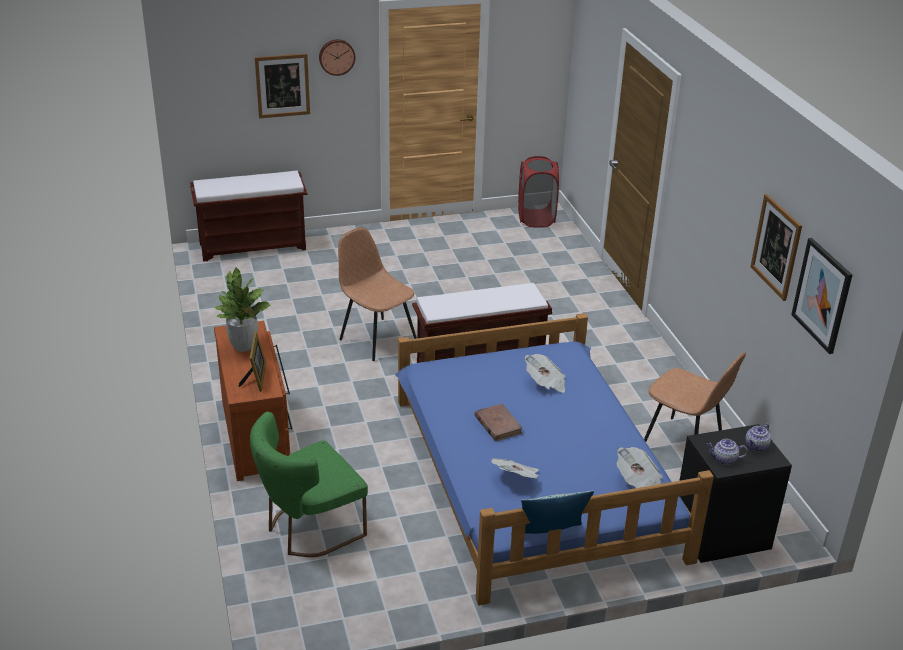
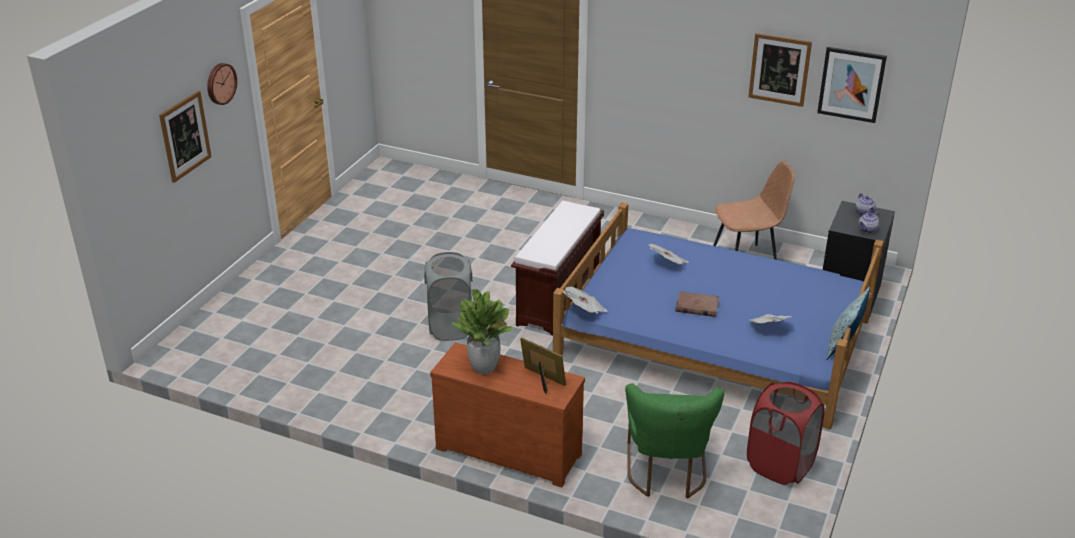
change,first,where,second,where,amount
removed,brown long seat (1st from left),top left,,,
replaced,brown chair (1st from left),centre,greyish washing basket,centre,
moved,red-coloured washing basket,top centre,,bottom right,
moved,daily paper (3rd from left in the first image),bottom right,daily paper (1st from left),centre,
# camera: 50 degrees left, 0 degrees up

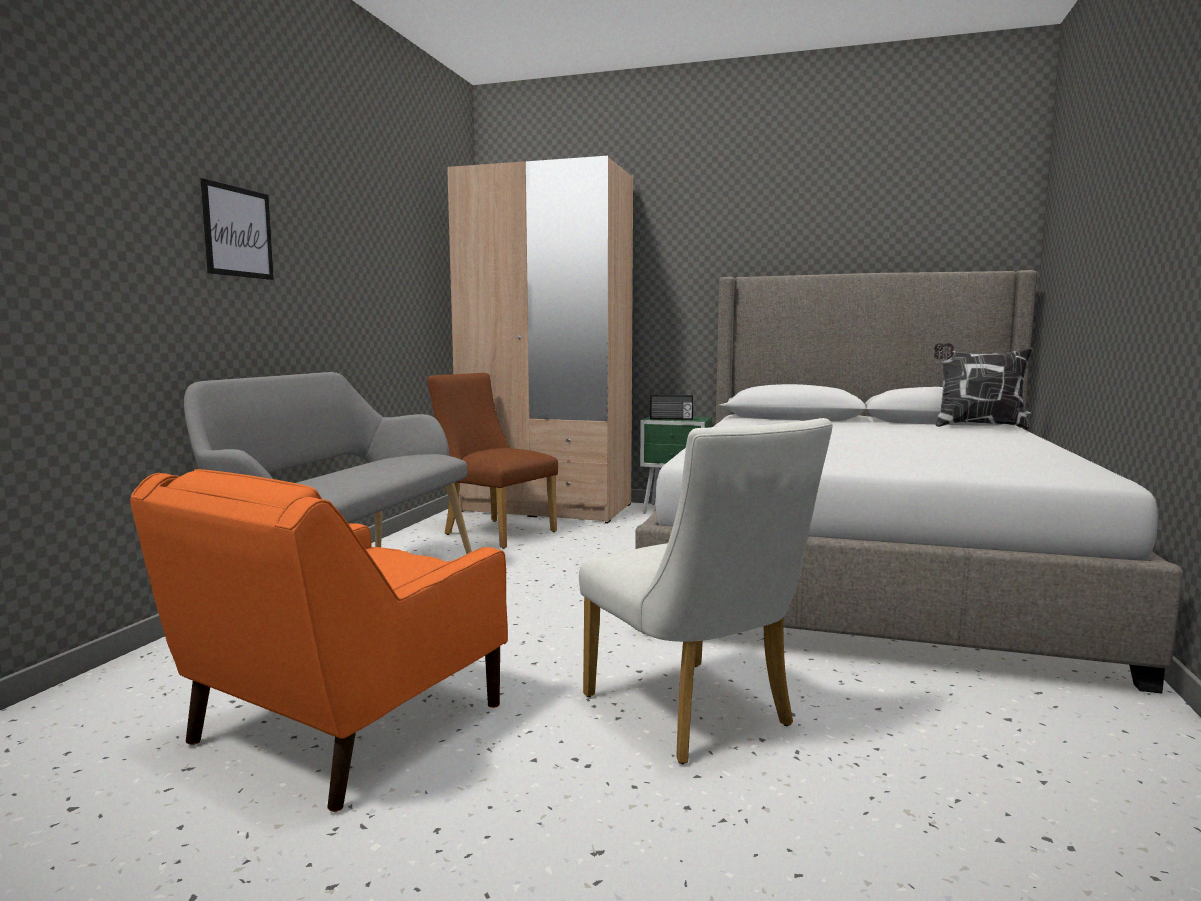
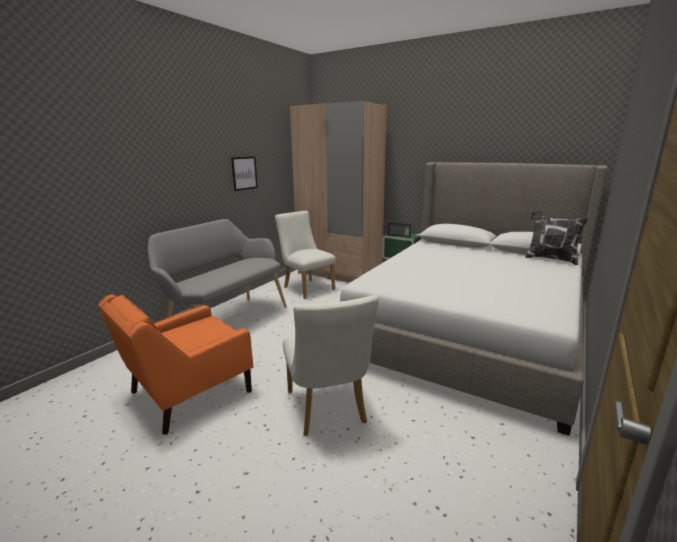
change,first,where,second,where,amount
moved,wall picture,top left,,top centre,
recoloured,brown chair,centre,white-coloured chair (1st from left),centre,
# camera: 15 degrees right, 10 degrees up

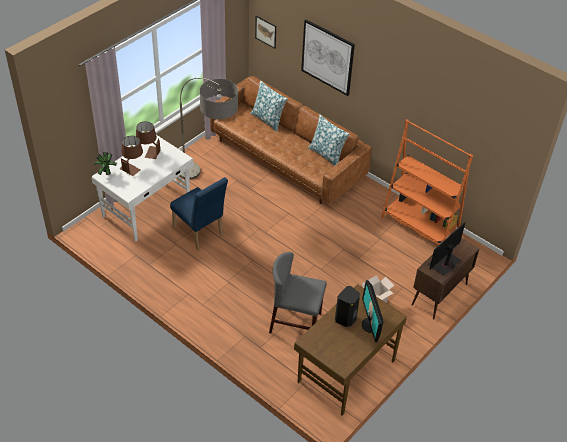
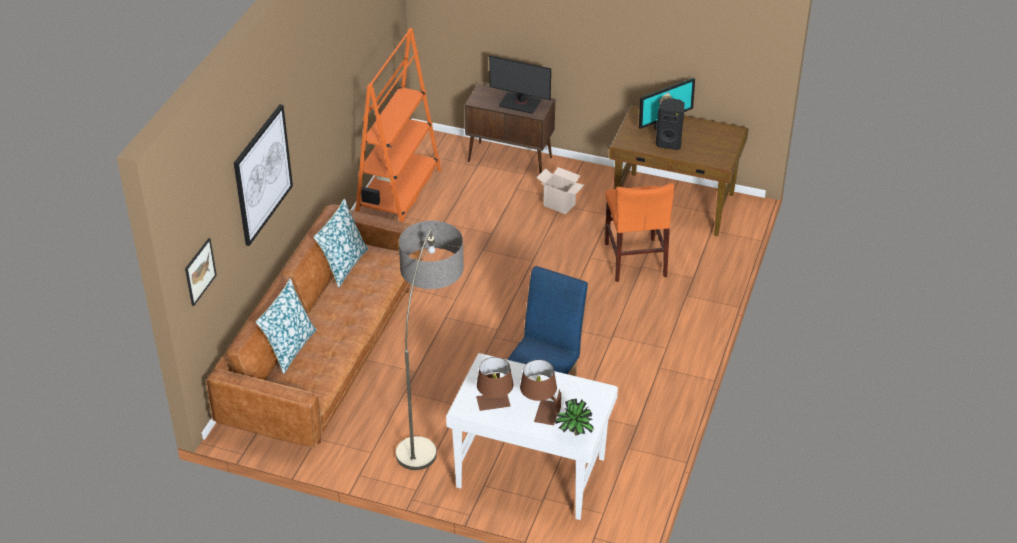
change,first,where,second,where,amount
recoloured,greyish chair,centre,orange chair,centre,
# camera: 110 degrees left, 5 degrees down

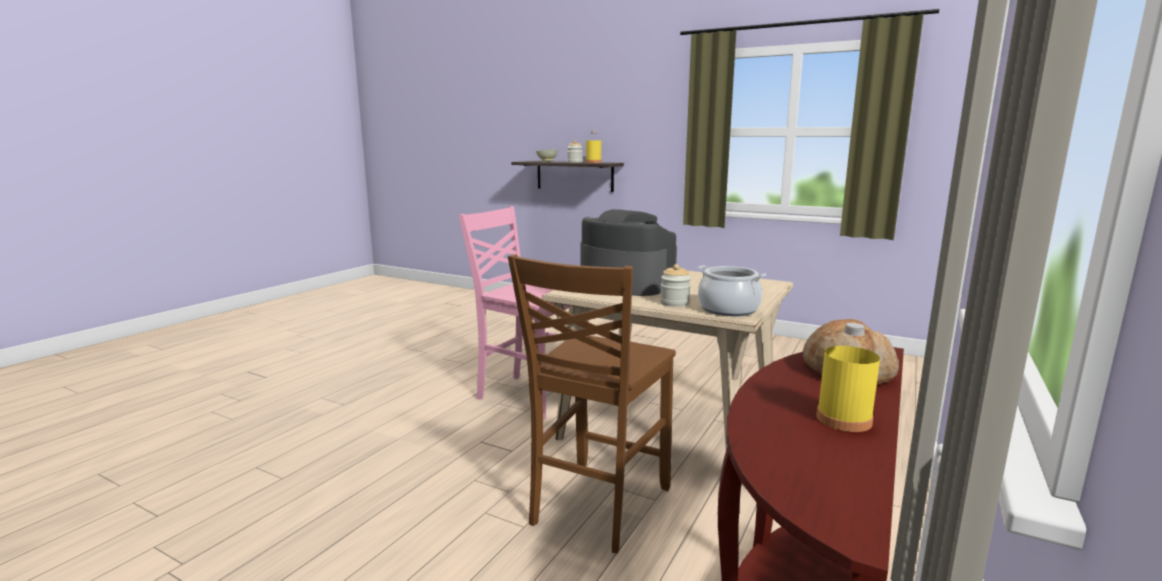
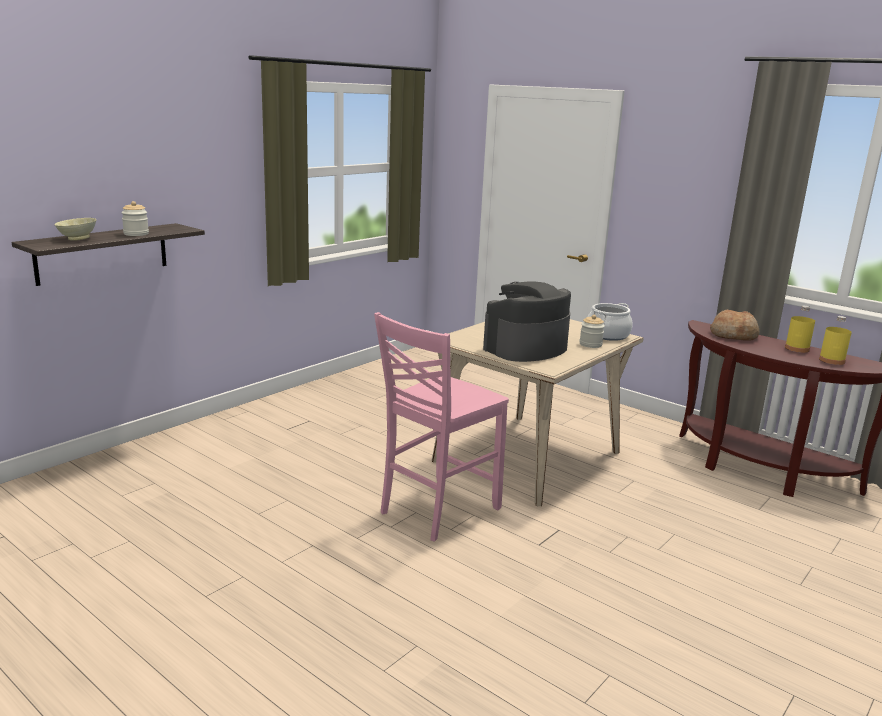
change,first,where,second,where,amount
removed,brown chair,bottom centre,,,
moved,yellow beverage bottle (1st from left in the first image),top centre,yellow beverage bottle (2nd from left),middle right,
# camera: 80 degrees left, 5 degrees up

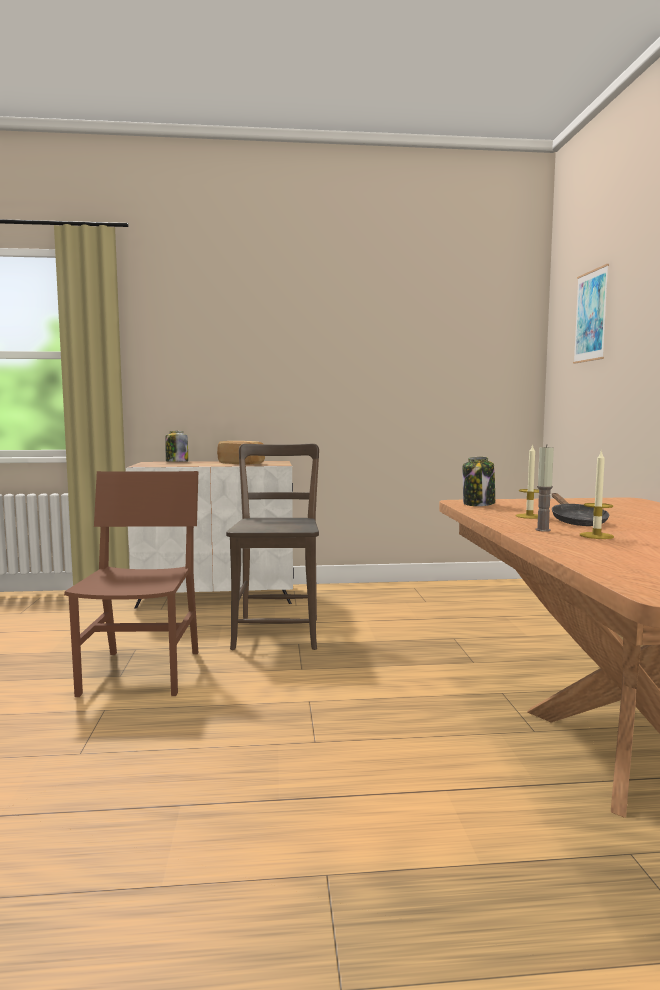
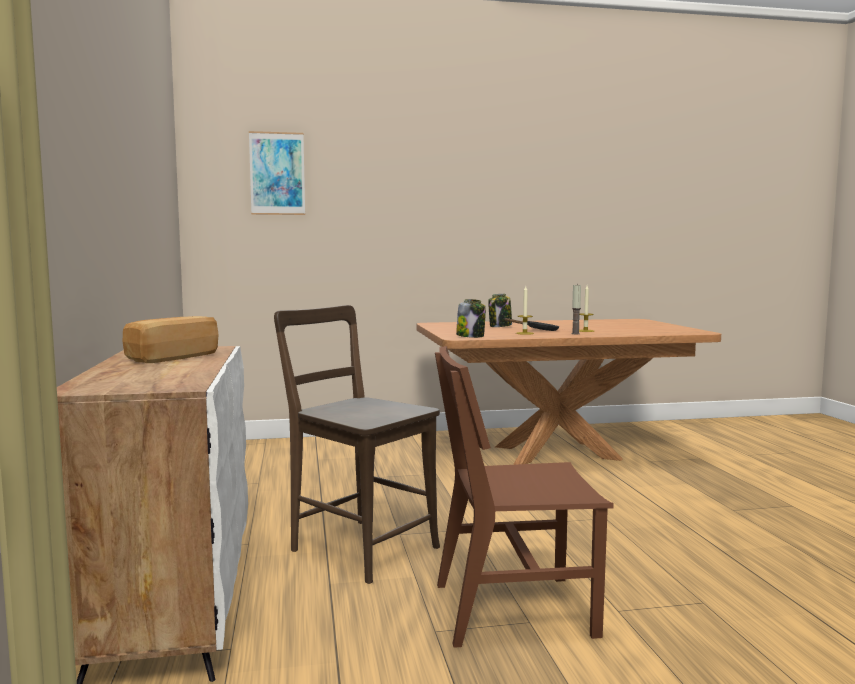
change,first,where,second,where,amount
moved,preserve jar (1st from left in the first image),middle left,preserve jar (2nd from left),centre,
turned,brown chair (2nd from left in the first image),centre,brown chair (1st from left),centre,45 degrees clockwise
# camera: 95 degrees left, 0 degrees up

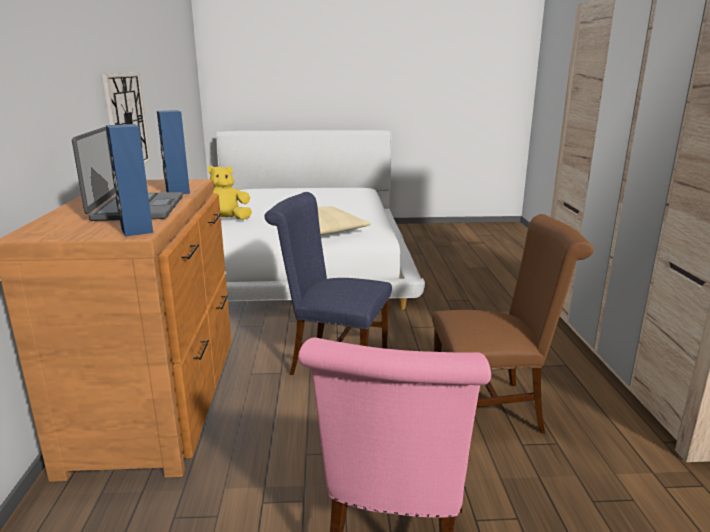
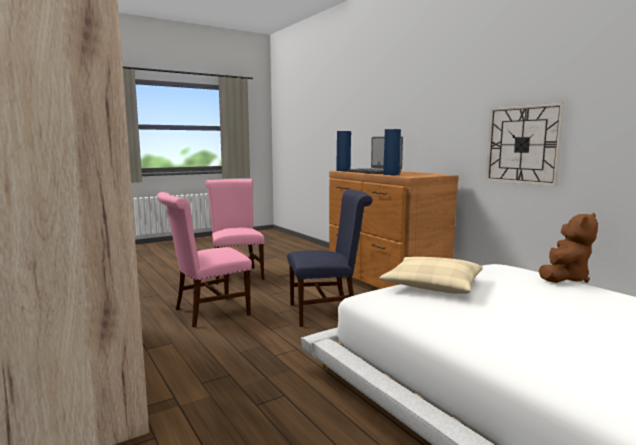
change,first,where,second,where,amount
recoloured,yellow cuddly toy,middle left,brown cuddly toy,middle right,
recoloured,brown chair,middle right,pink chair (1st from left),middle left,
# camera: 150 degrees right, 10 degrees down

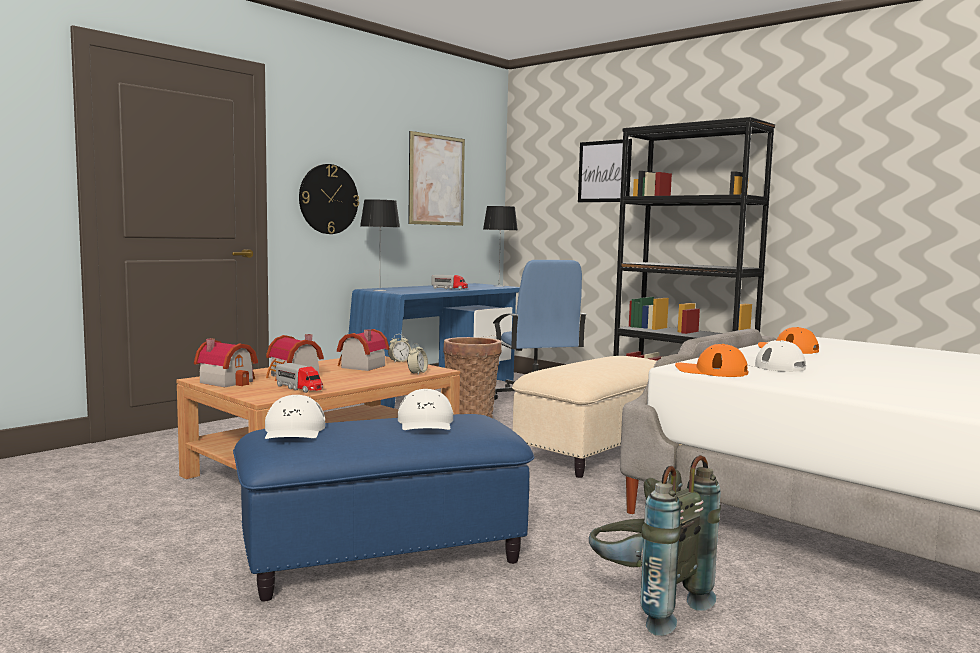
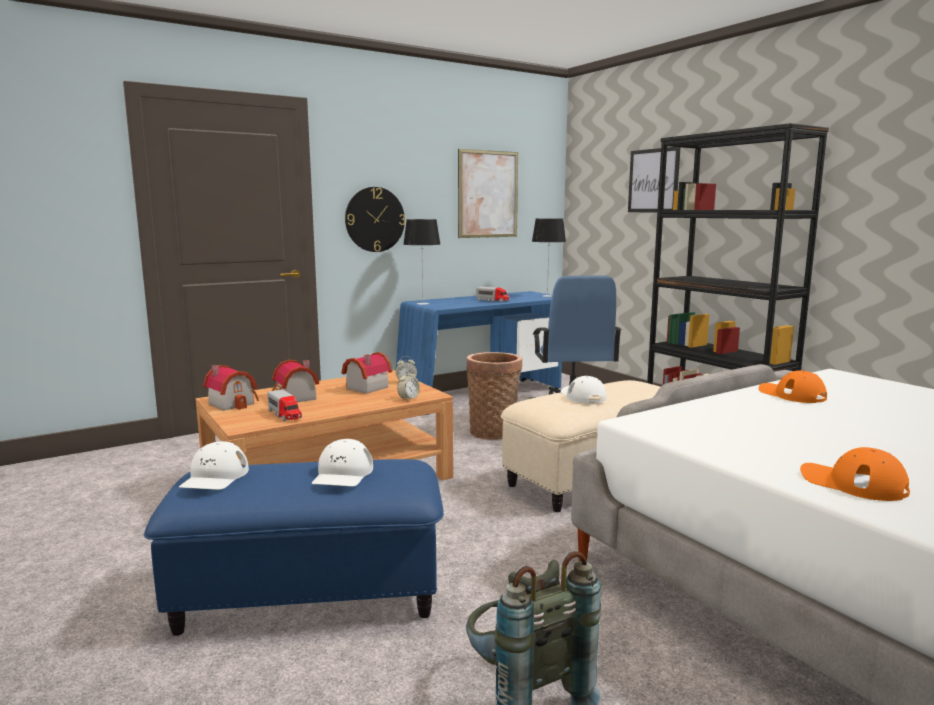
change,first,where,second,where,amount
moved,orange cap (1st from left in the first image),middle right,orange cap (2nd from left),bottom right,
moved,white-coloured cap (3rd from left),middle right,,centre,
# camera: 15 degrees right, 5 degrees up

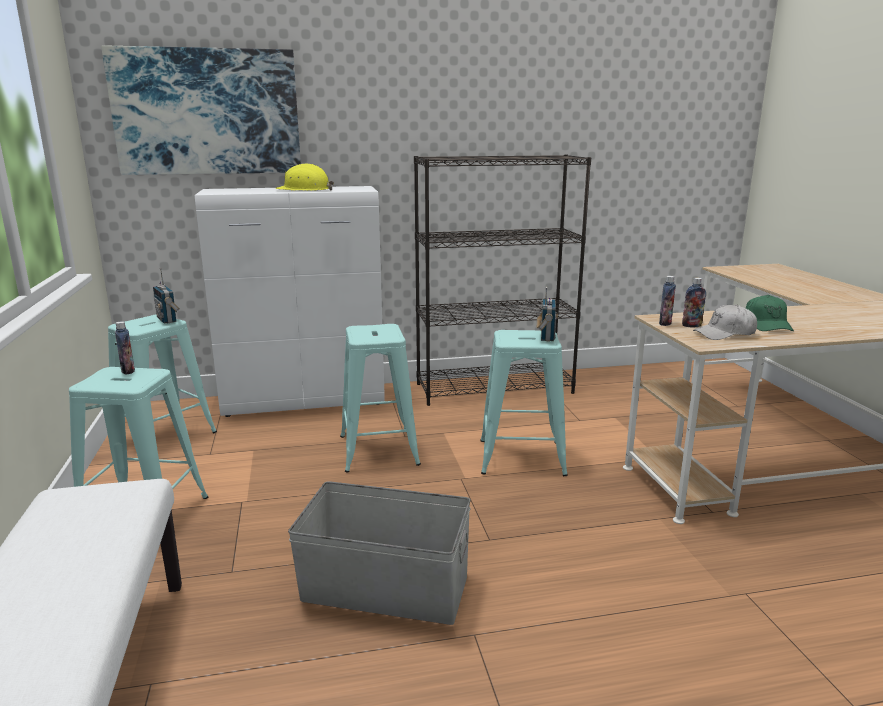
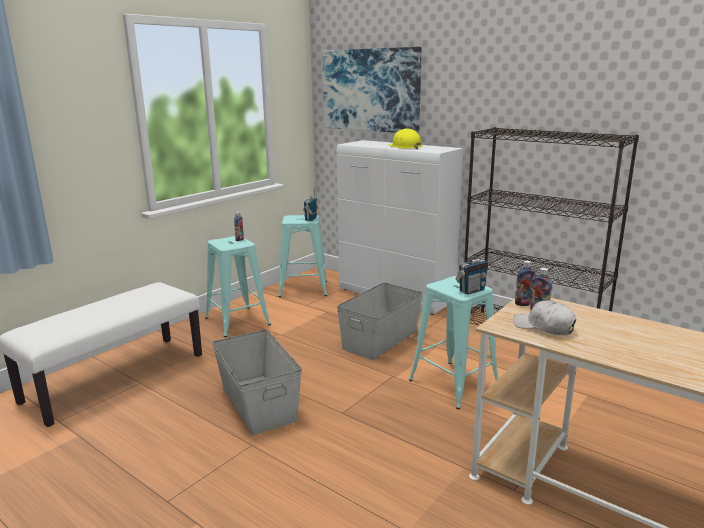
change,first,where,second,where,amount
replaced,turquoise stool (3rd from left),centre,greyish storage box (2nd from left),centre,
removed,green-coloured cap,middle right,,,
# camera: 50 degrees right, 0 degrees up

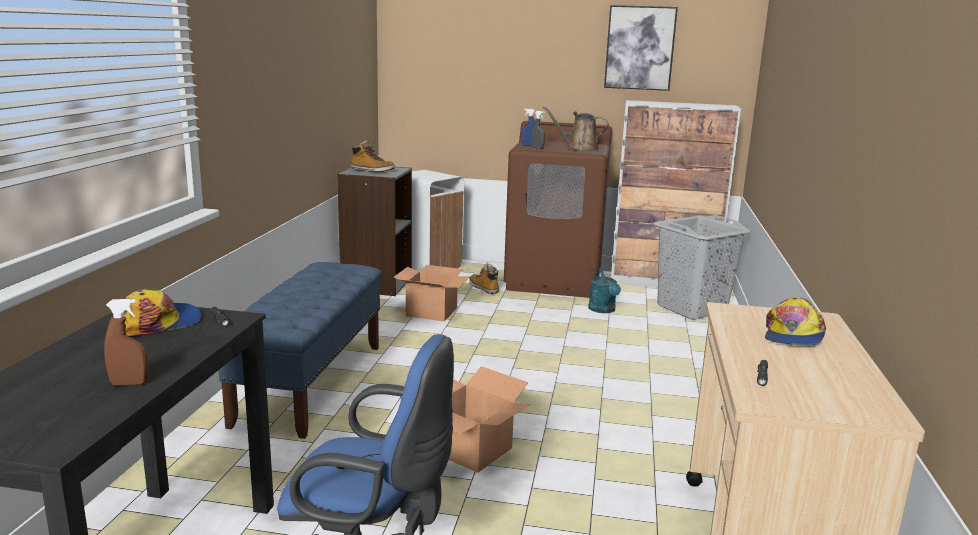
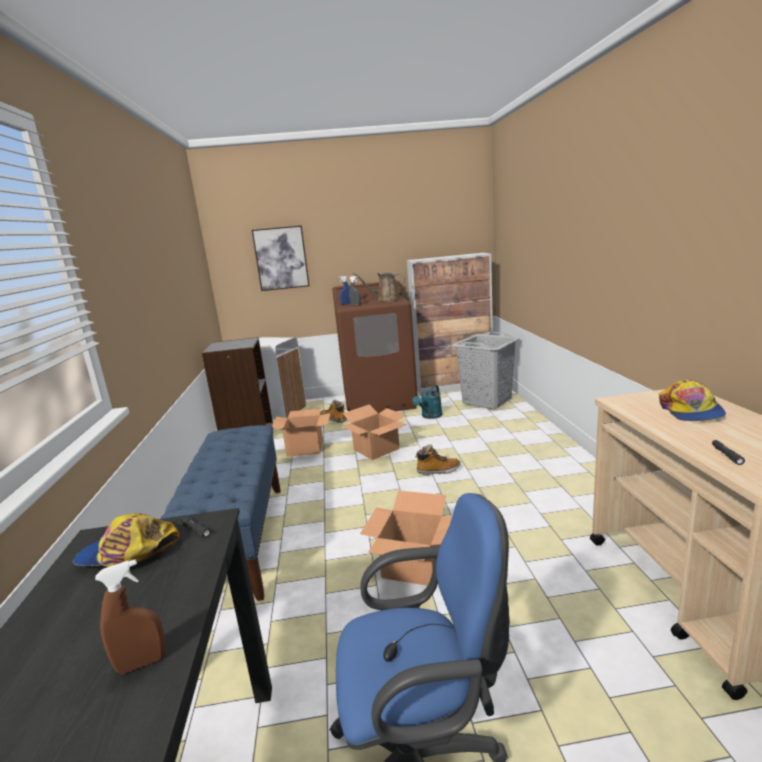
change,first,where,second,where,amount
turned,cap (1st from left),middle left,,bottom left,120 degrees counterclockwise
moved,tall boot (1st from left in the first image),top centre,tall boot (2nd from left),centre,
turned,turquoise watering can,centre,,centre,60 degrees clockwise
moved,wall picture,top centre,,centre,
added,,,packing box (2nd from left),centre,
# camera: 15 degrees left, 0 degrees up

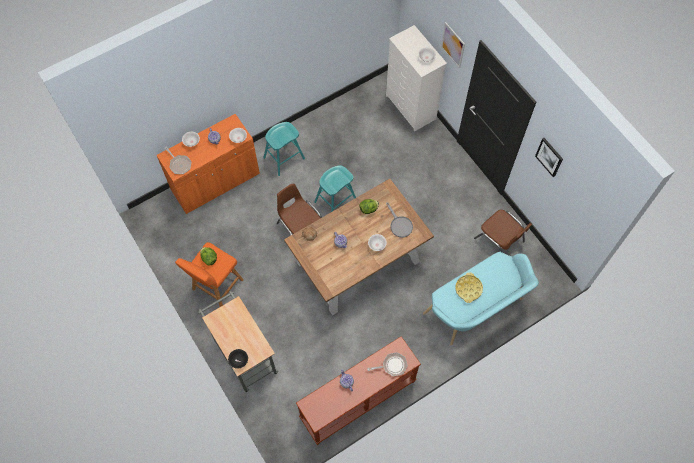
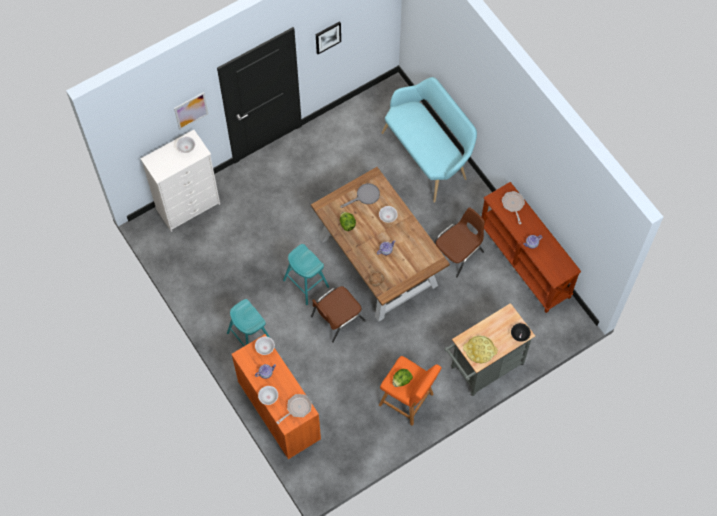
change,first,where,second,where,amount
moved,yellow serving tray,middle right,,bottom right,
moved,brown chair (2nd from left),middle right,,centre,
# camera: 90 degrees left, 0 degrees up

